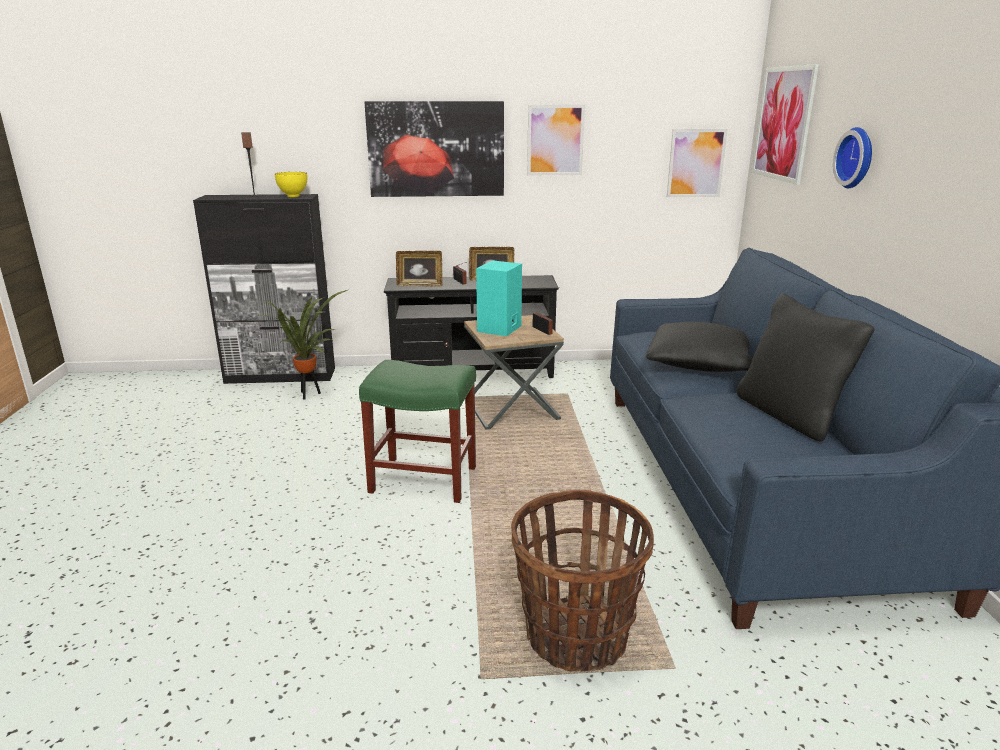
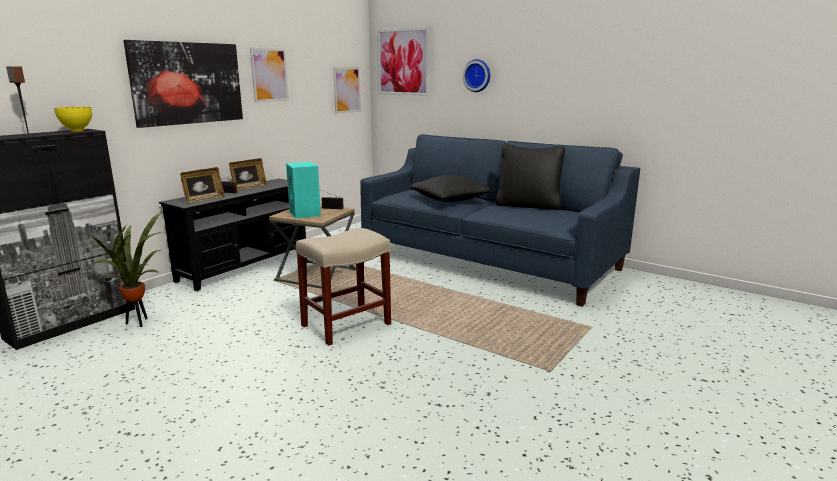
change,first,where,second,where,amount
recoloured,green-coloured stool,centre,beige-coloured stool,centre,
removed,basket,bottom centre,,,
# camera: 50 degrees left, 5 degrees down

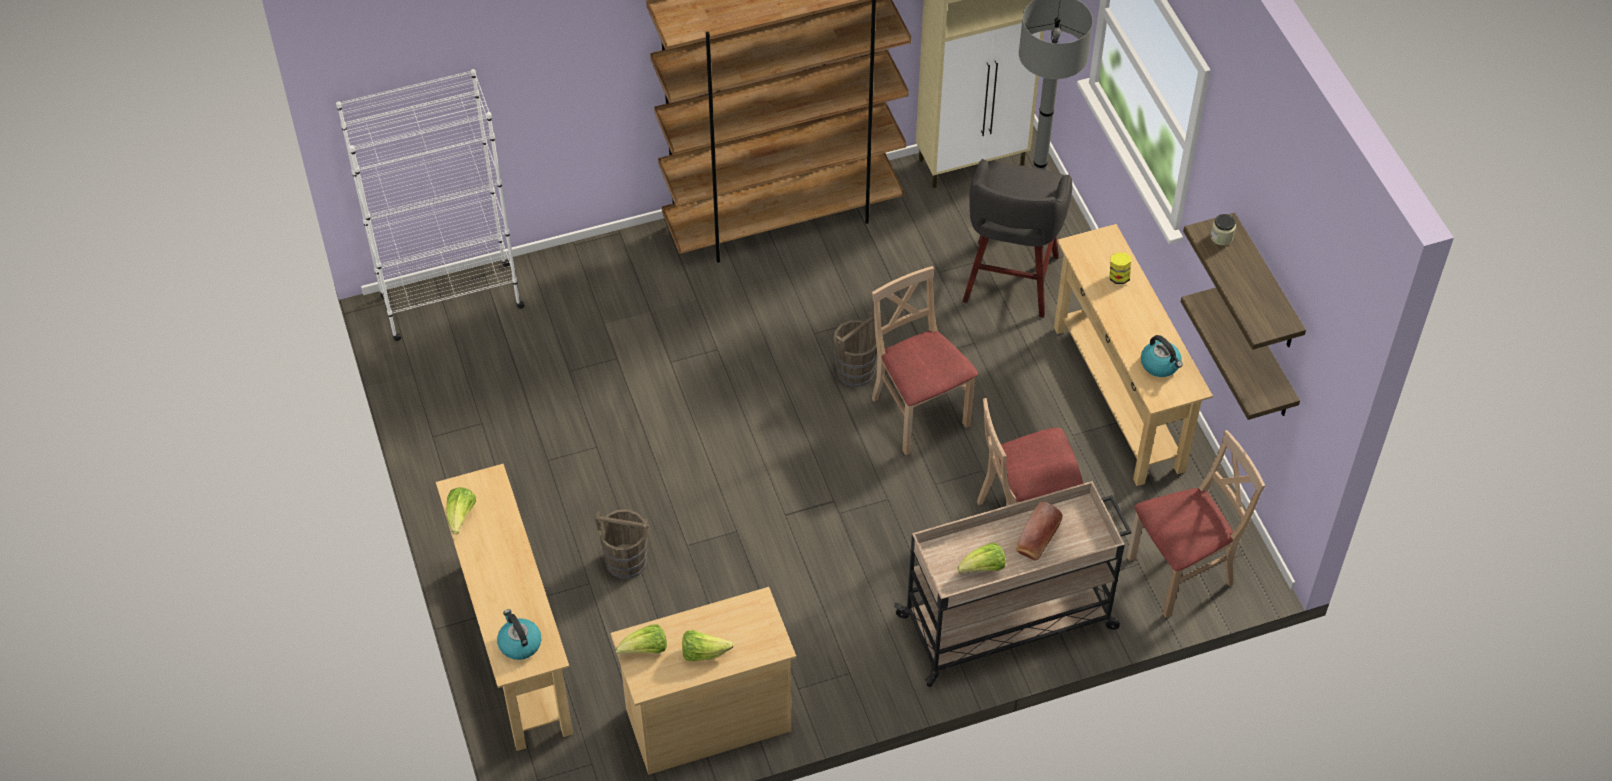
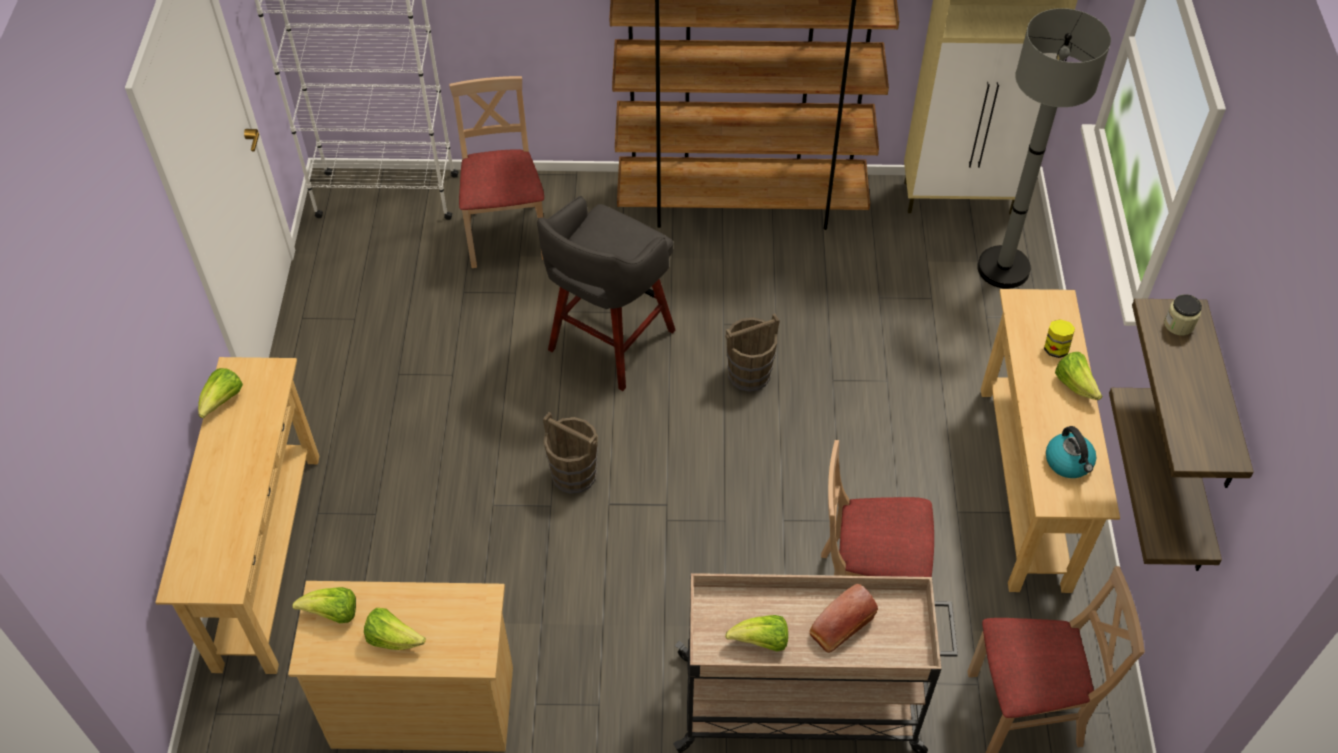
change,first,where,second,where,amount
removed,kettle (1st from left),bottom left,,,
moved,brown bucket (1st from left),bottom centre,,centre,
moved,beige-coloured chair (1st from left),centre,,top centre,
moved,greyish stool,top centre,,centre,
added,,,lettuce (5th from left),middle right,
# camera: 20 degrees right, 0 degrees up

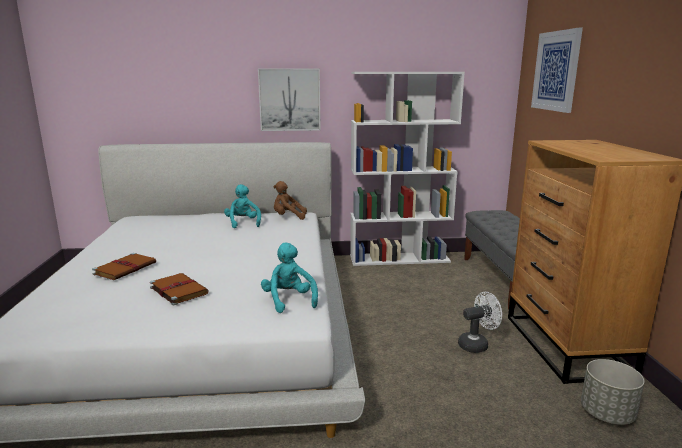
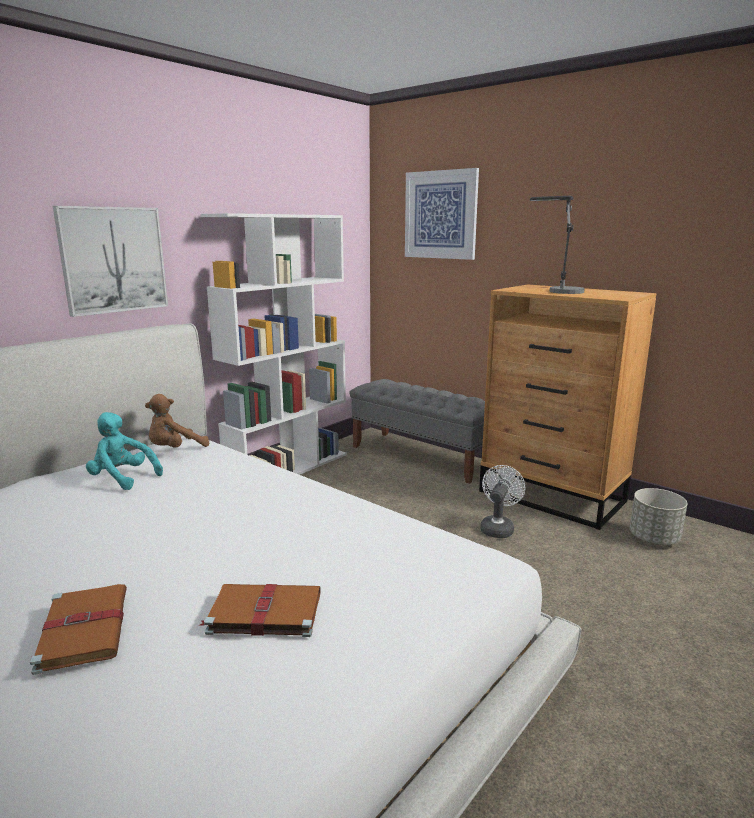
change,first,where,second,where,amount
removed,turquoise cuddly toy (2nd from left),centre,,,
added,,,lamp for a table,top right,
# camera: 45 degrees left, 0 degrees up

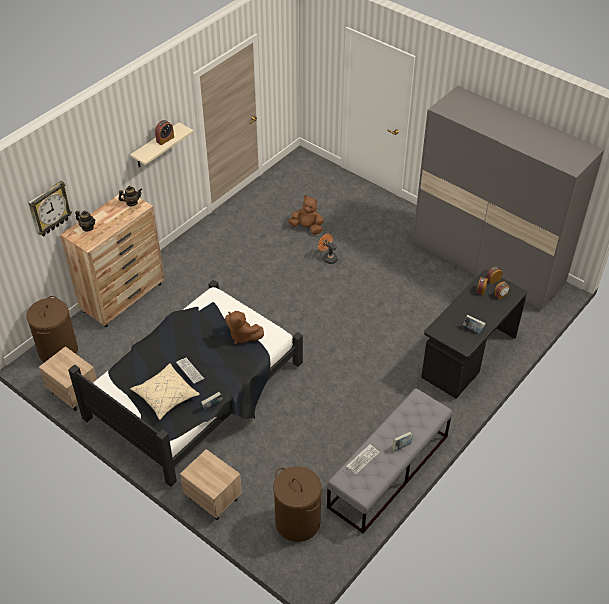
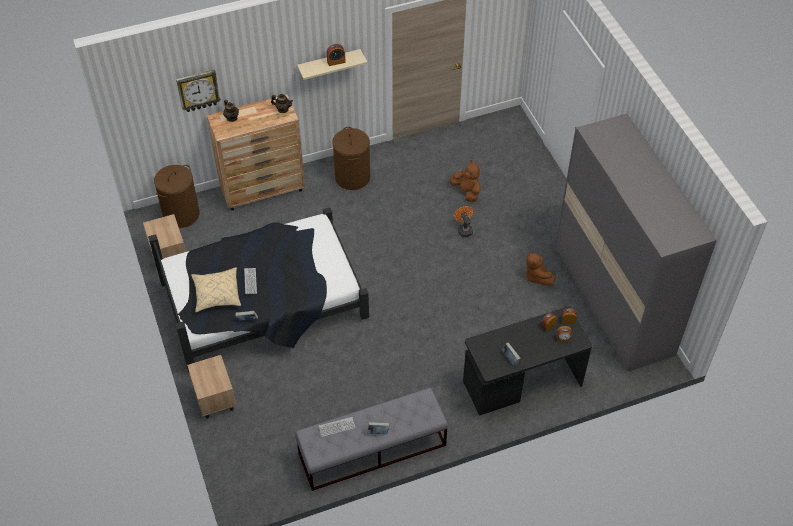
change,first,where,second,where,amount
moved,brown cuddly toy (1st from left in the first image),centre,brown cuddly toy (2nd from left),middle right,
moved,brown washing basket (2nd from left),bottom centre,,top centre,
# camera: 30 degrees right, 5 degrees up

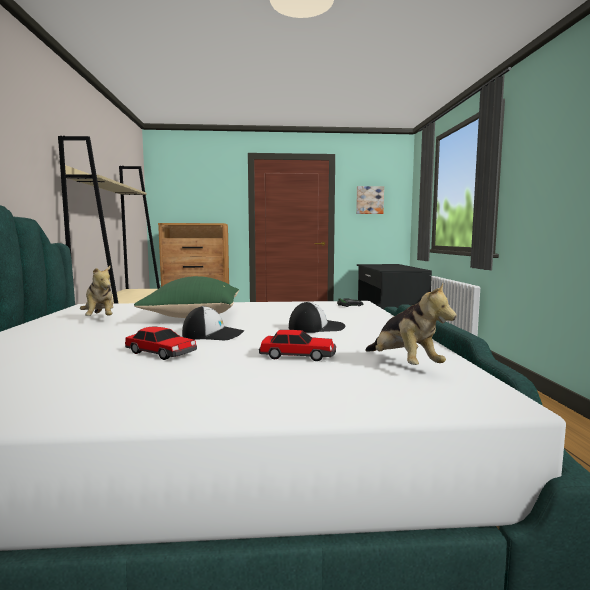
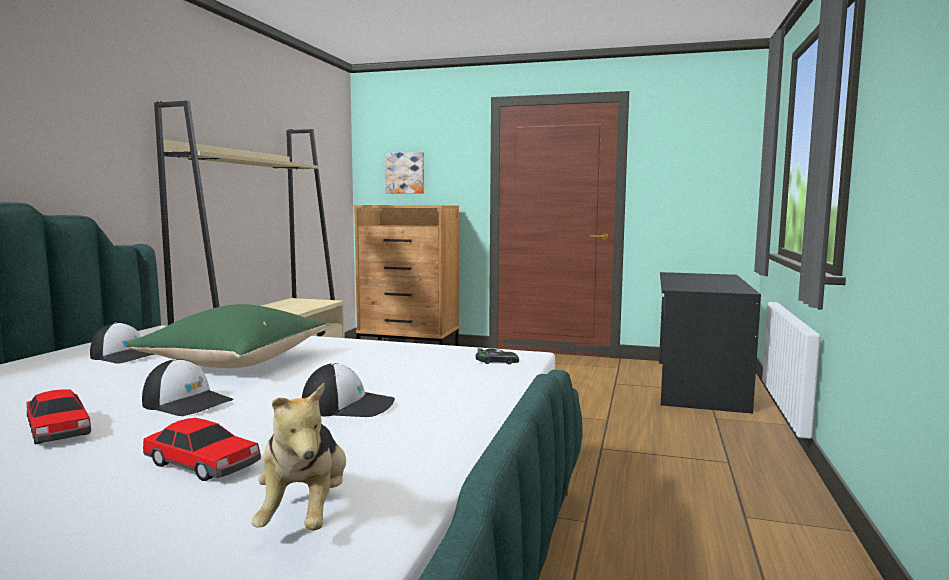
change,first,where,second,where,amount
replaced,cuddly toy (1st from left),middle left,cap (1st from left),middle left,
moved,wall picture,centre,,top centre,
# camera: 20 degrees right, 0 degrees up

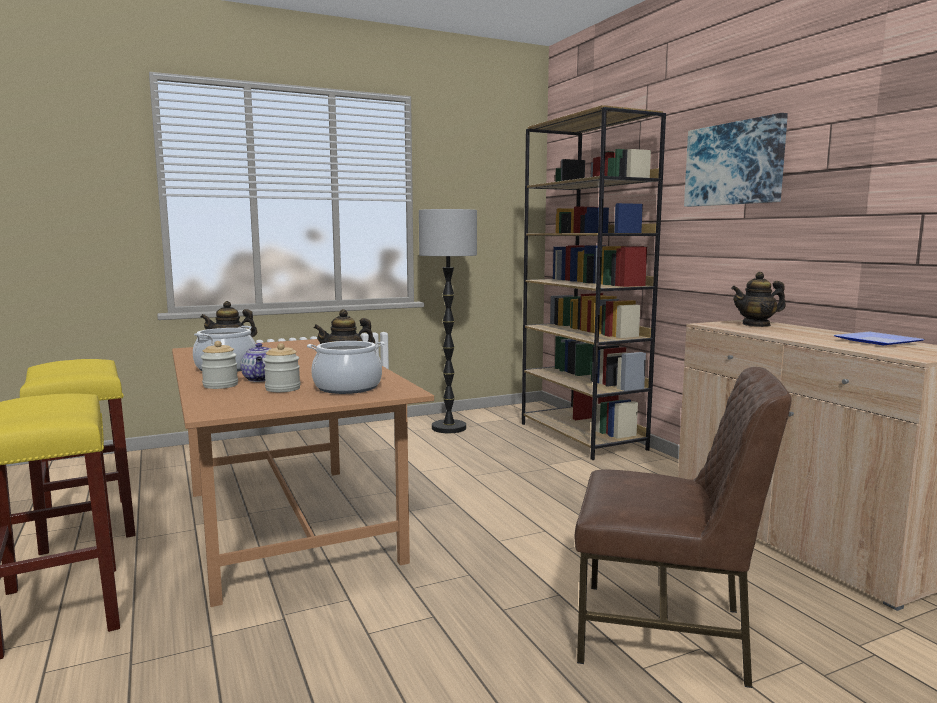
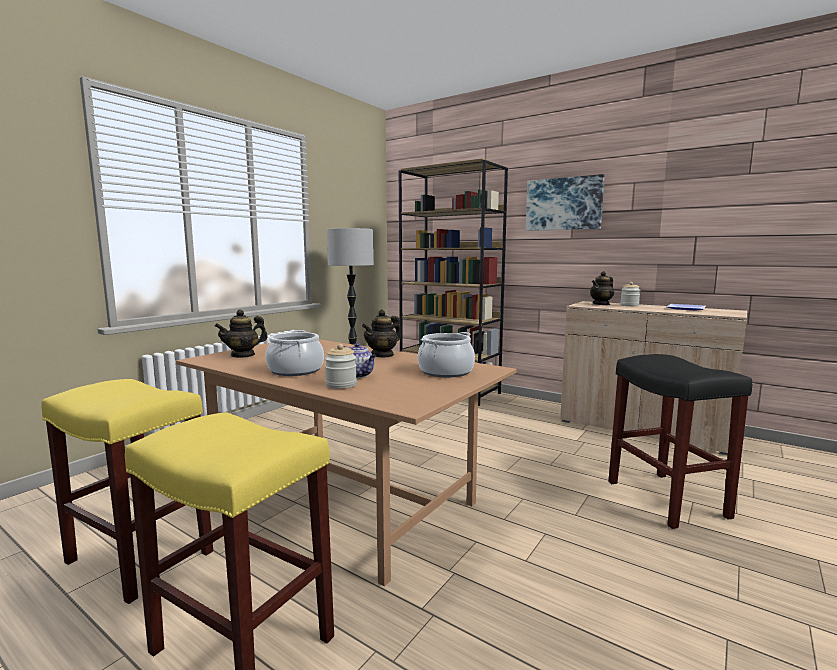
change,first,where,second,where,amount
moved,preserve jar (2nd from left),middle left,,middle right,
replaced,brown chair,bottom right,black stool,middle right,
# camera: 30 degrees left, 0 degrees up

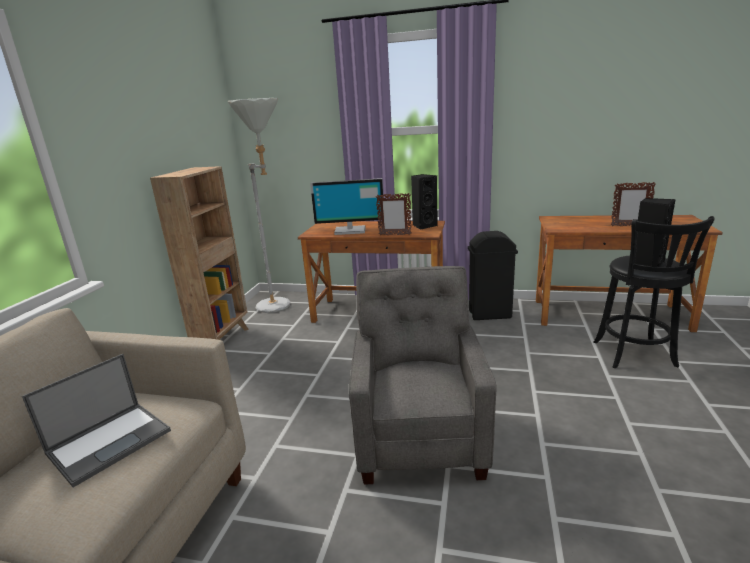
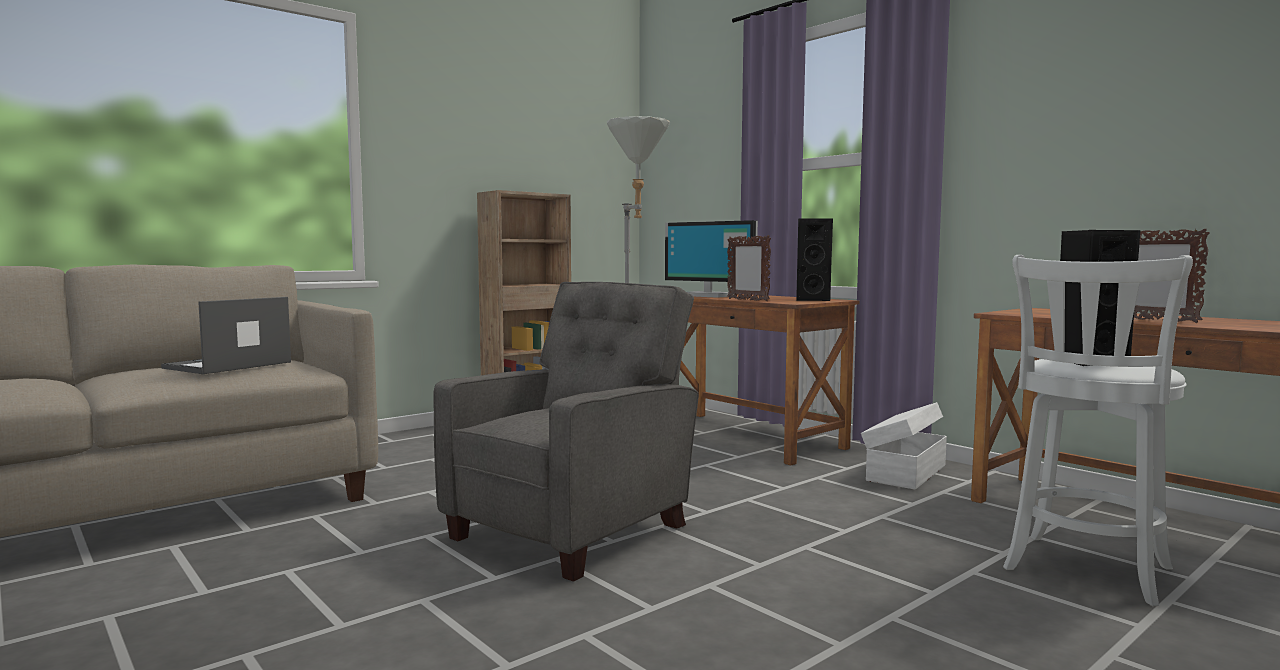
change,first,where,second,where,amount
turned,laptop,bottom left,,middle left,135 degrees clockwise
replaced,black rubbish bin,centre,white-coloured storage box,middle right,
recoloured,black stool,middle right,white-coloured stool,middle right,
# camera: 35 degrees right, 15 degrees down

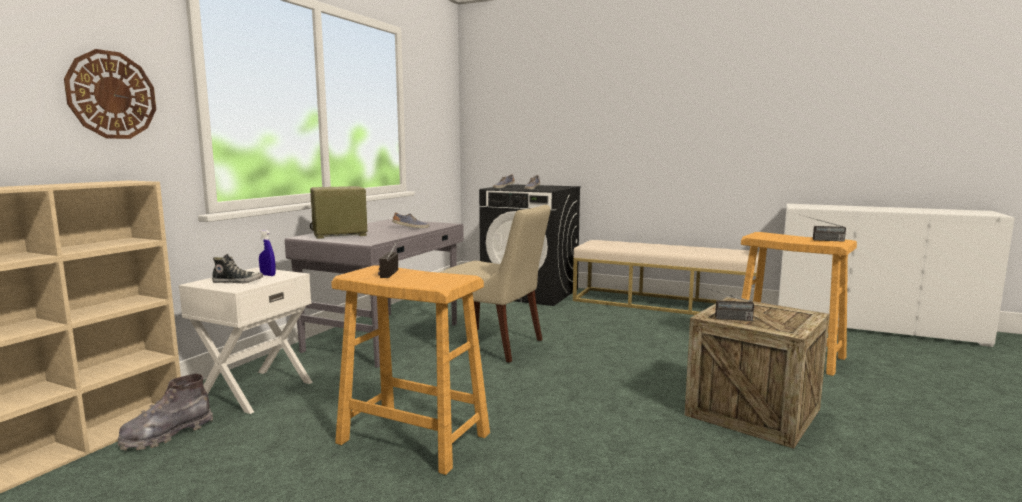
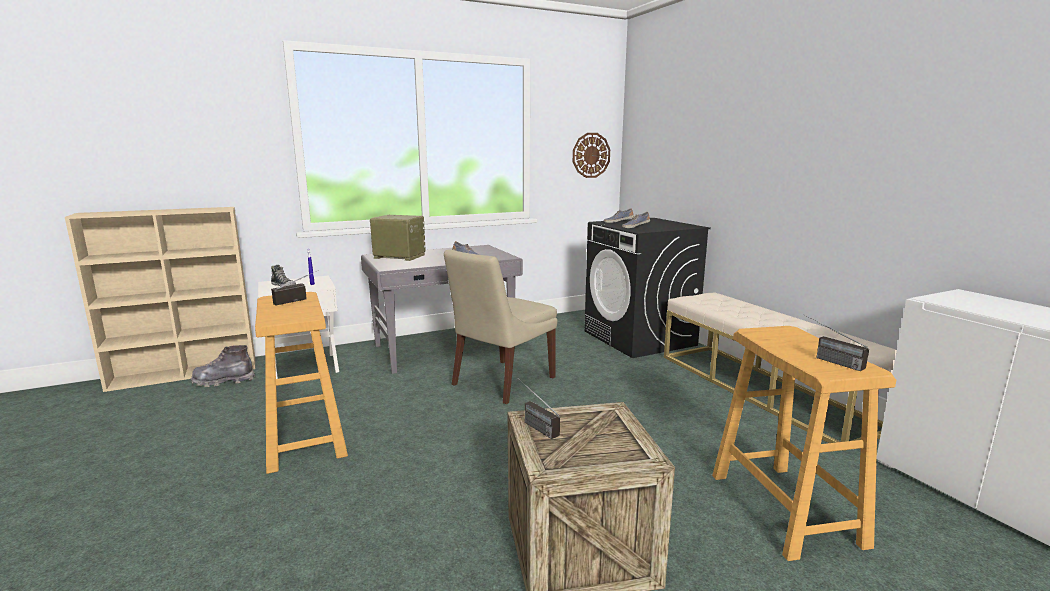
change,first,where,second,where,amount
moved,wall clock,top left,,top centre,
turned,beige-coloured chair,centre,,centre,60 degrees clockwise
# camera: 40 degrees right, 5 degrees up

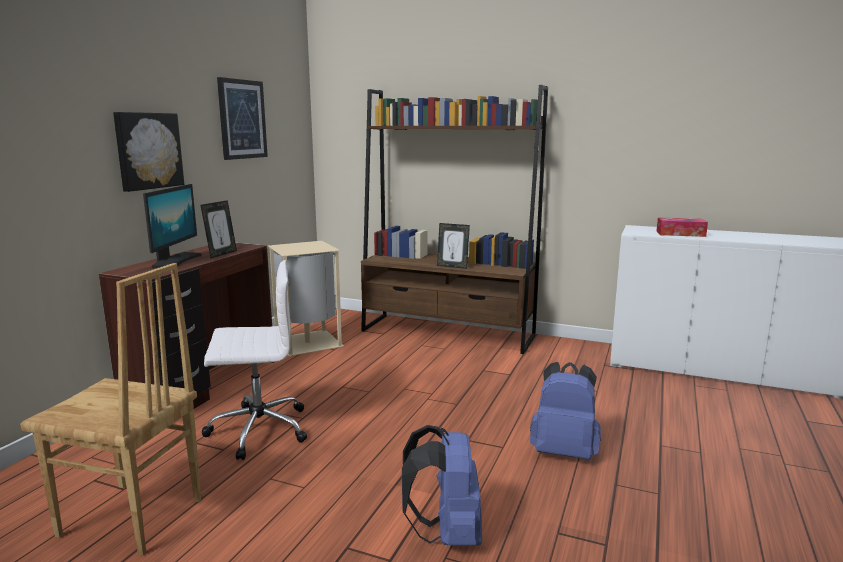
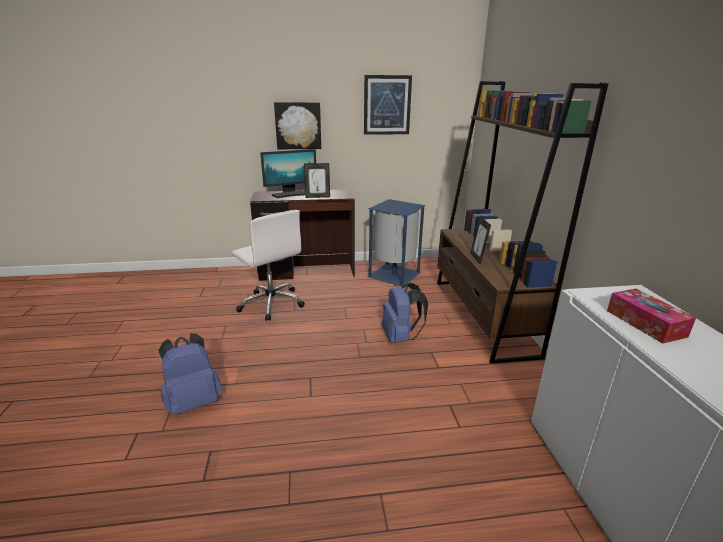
change,first,where,second,where,amount
removed,brown chair,bottom left,,,
recoloured,beige-coloured rubbish bin,centre,blue-coloured rubbish bin,centre,
moved,blue-coloured rucksack (2nd from left),bottom right,,centre,
# camera: 60 degrees right, 10 degrees up

